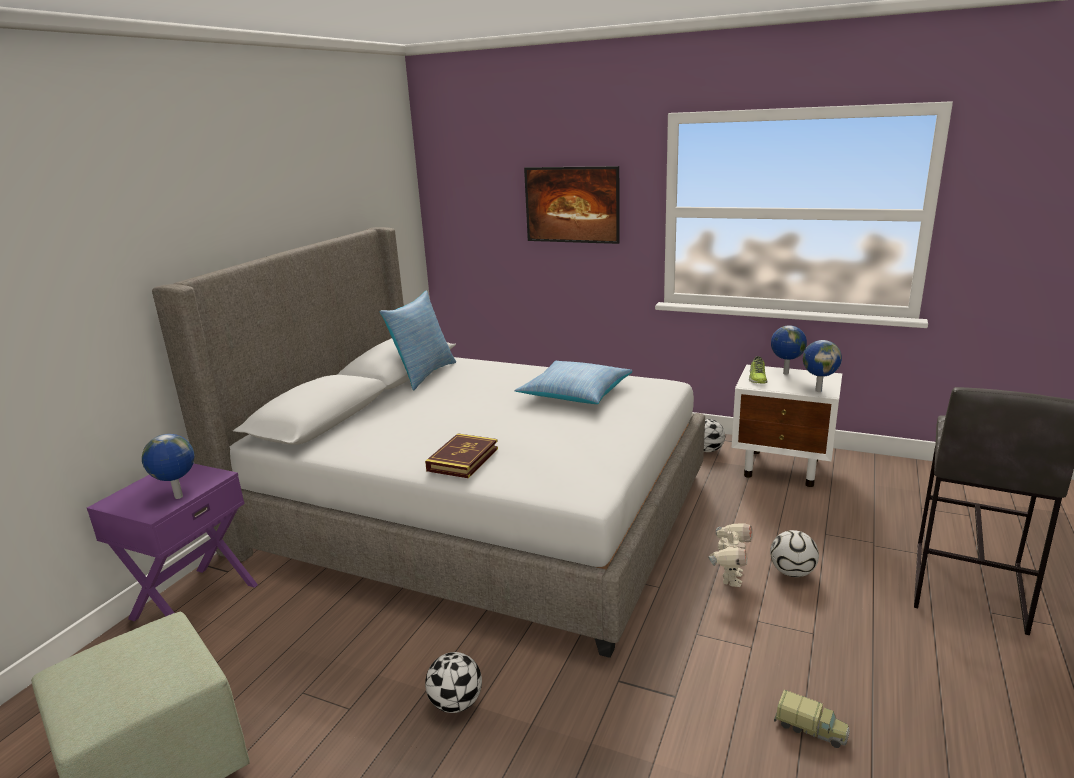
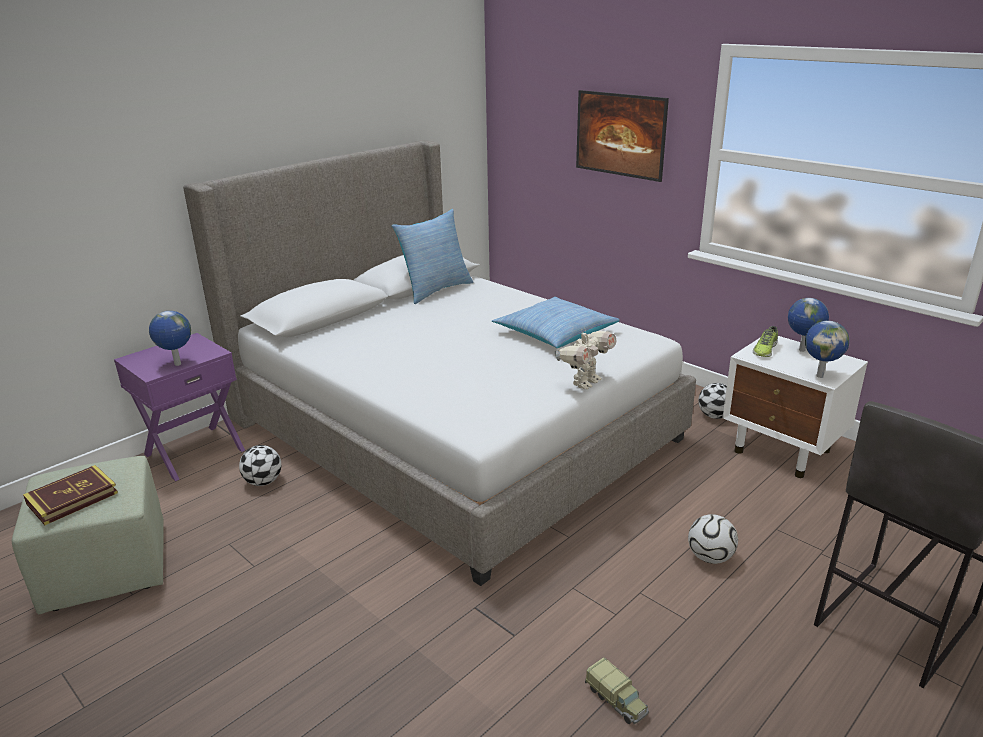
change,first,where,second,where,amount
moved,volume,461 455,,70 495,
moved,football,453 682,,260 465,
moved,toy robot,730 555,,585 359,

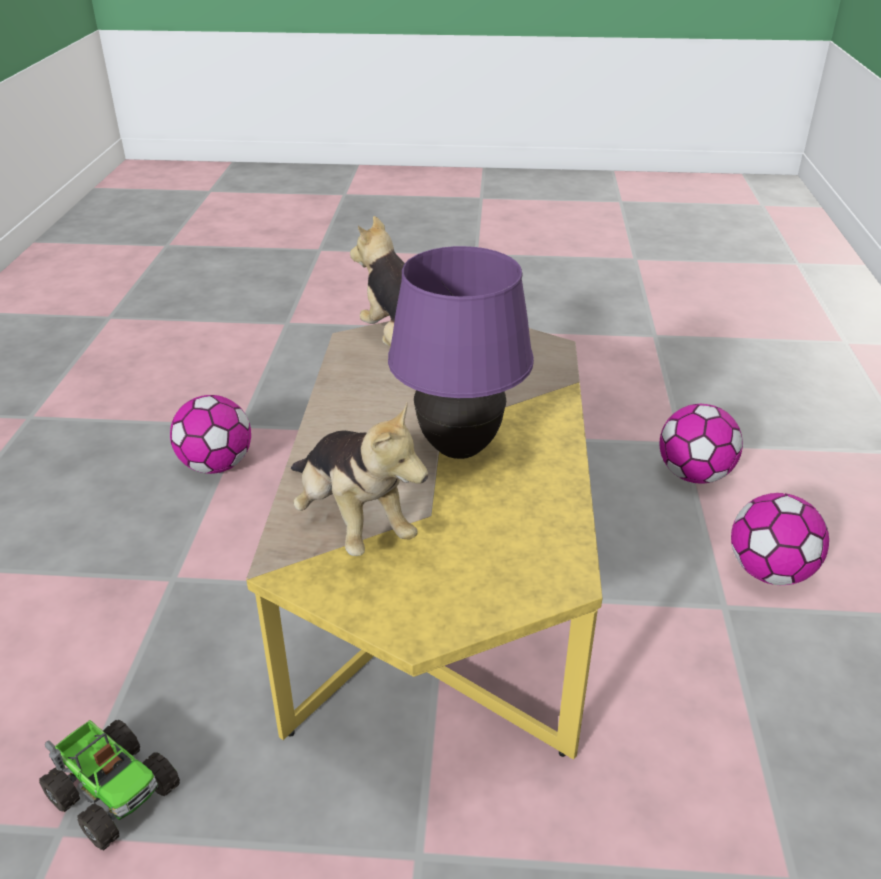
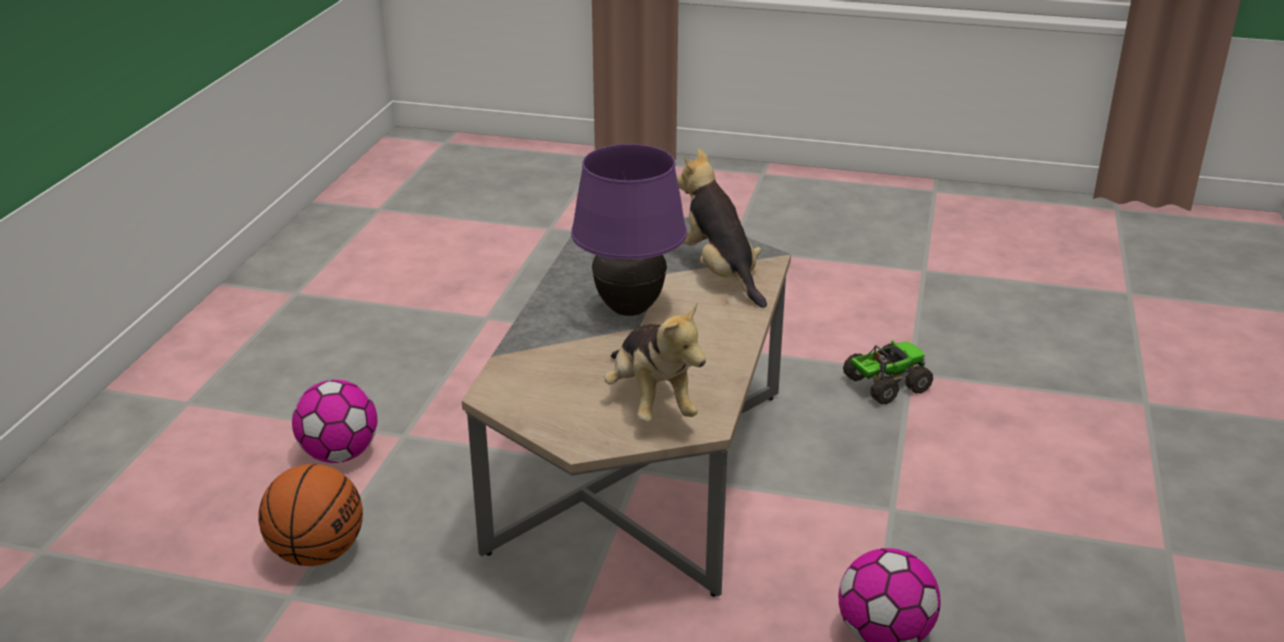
change,first,where,second,where,amount
turned,toy lorry,109 785,,888 372,105 degrees clockwise
recoloured,yellowish lounge table,424 540,greyish lounge table,626 407,
replaced,football,701 444,basketball,310 515,

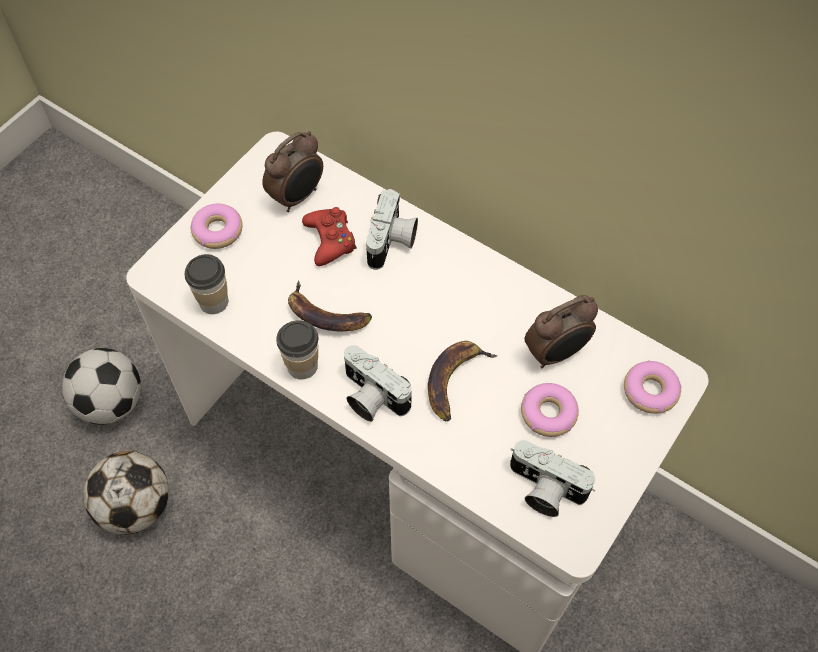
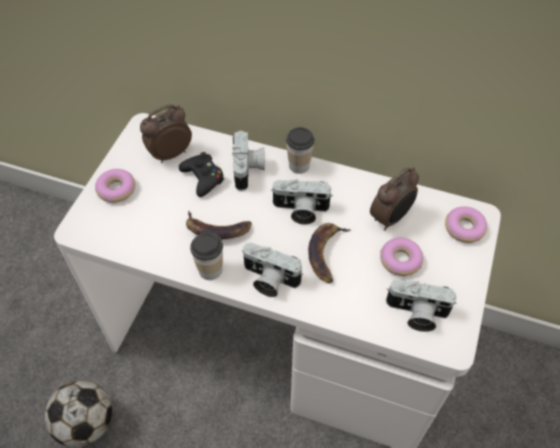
change,first,where,second,where,amount
removed,football,101 386,,,
moved,drinking cup,206 284,,300 150,
turned,table clock,292 171,,166 133,150 degrees counterclockwise
recoloured,red-coloured joypad,329 236,black-coloured joypad,201 174,
added,,,still camera,302 202,

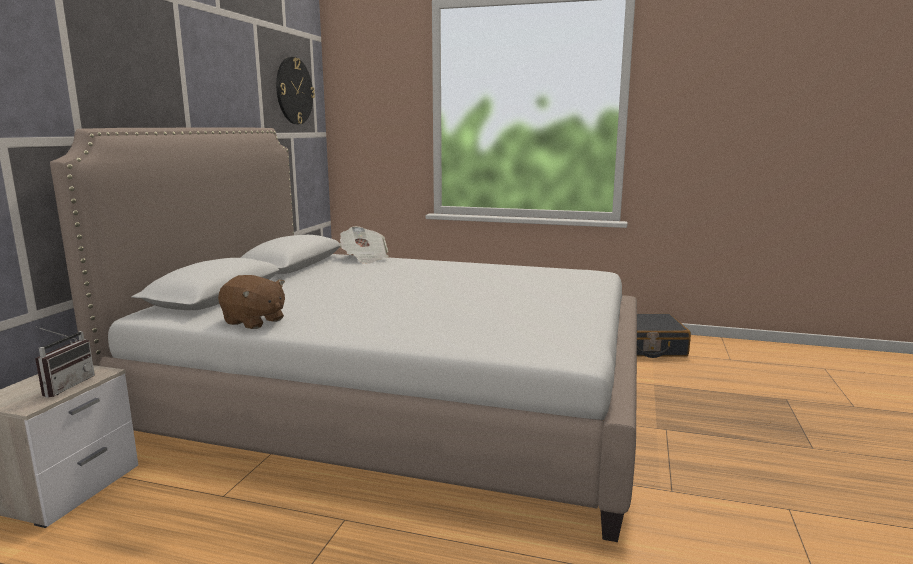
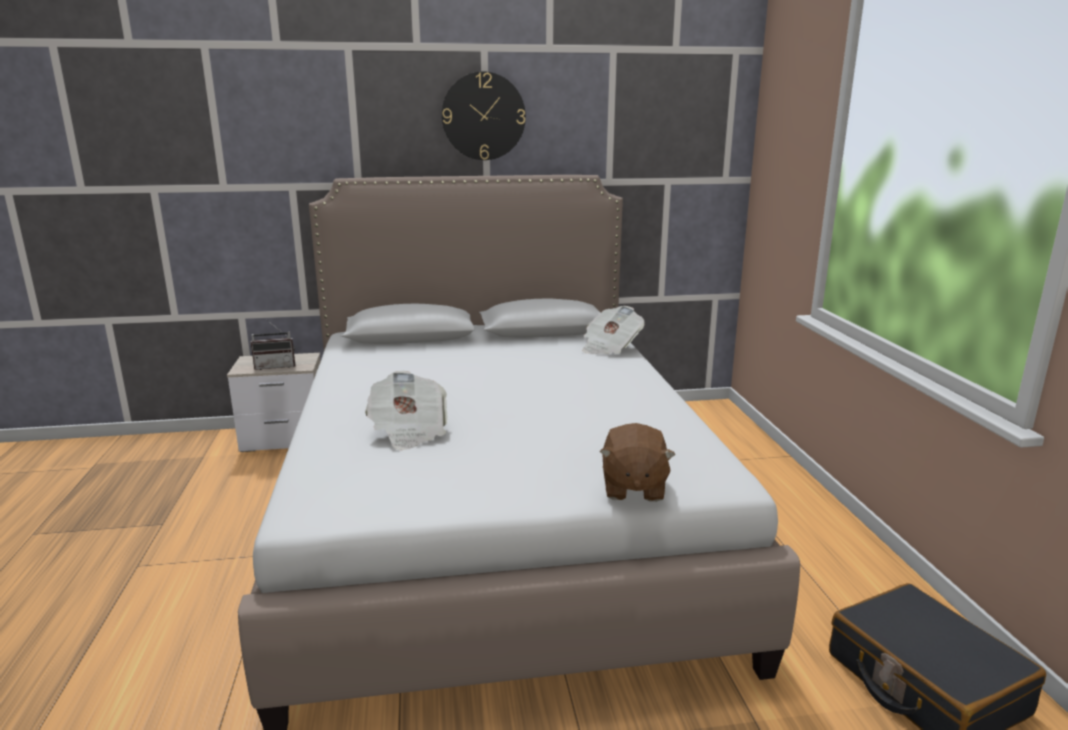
change,first,where,second,where,amount
moved,brown plush toy,251 302,,637 462,
moved,clock on the wall,295 90,,484 115,
added,,,newspaper,406 410,

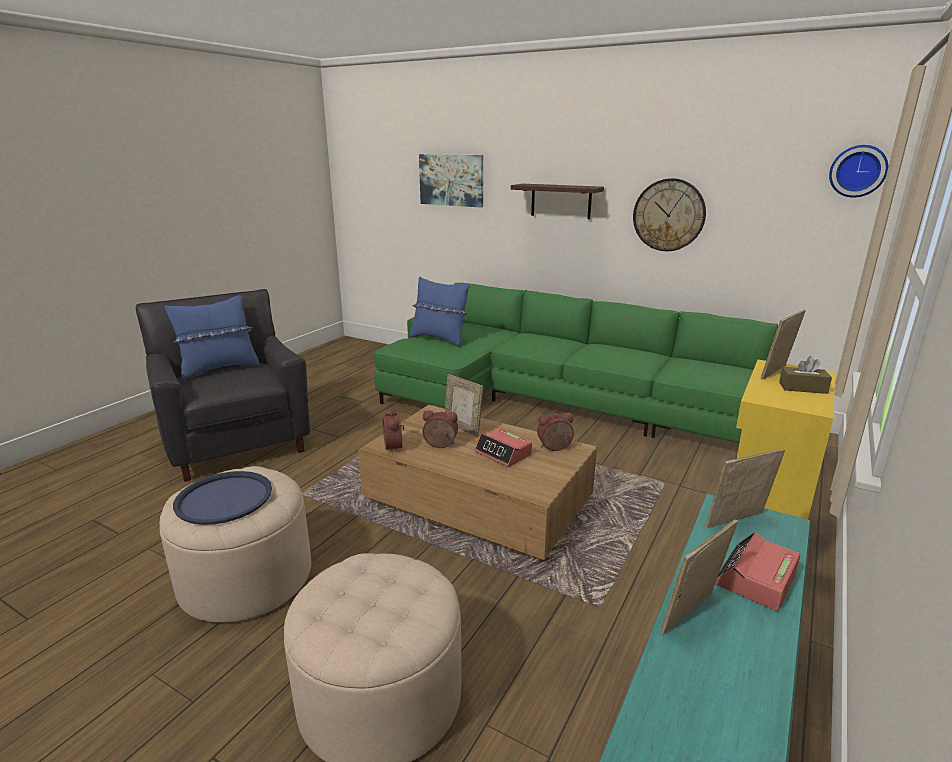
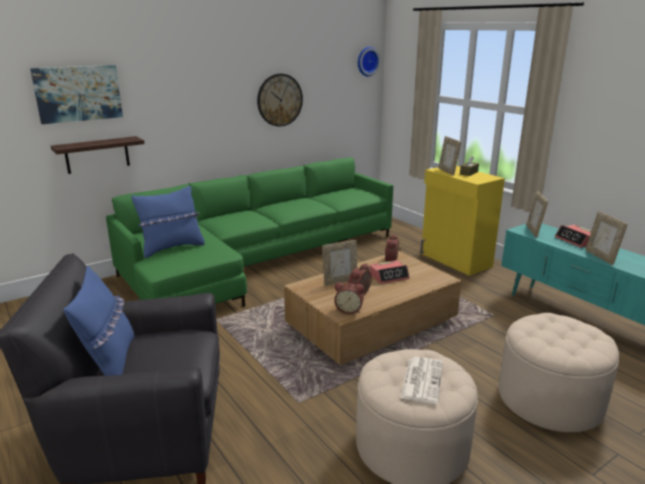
change,first,where,second,where,amount
replaced,blue-coloured carrying tray,222 498,newspaper,421 380,
moved,bracket shelf,557 201,,98 155,

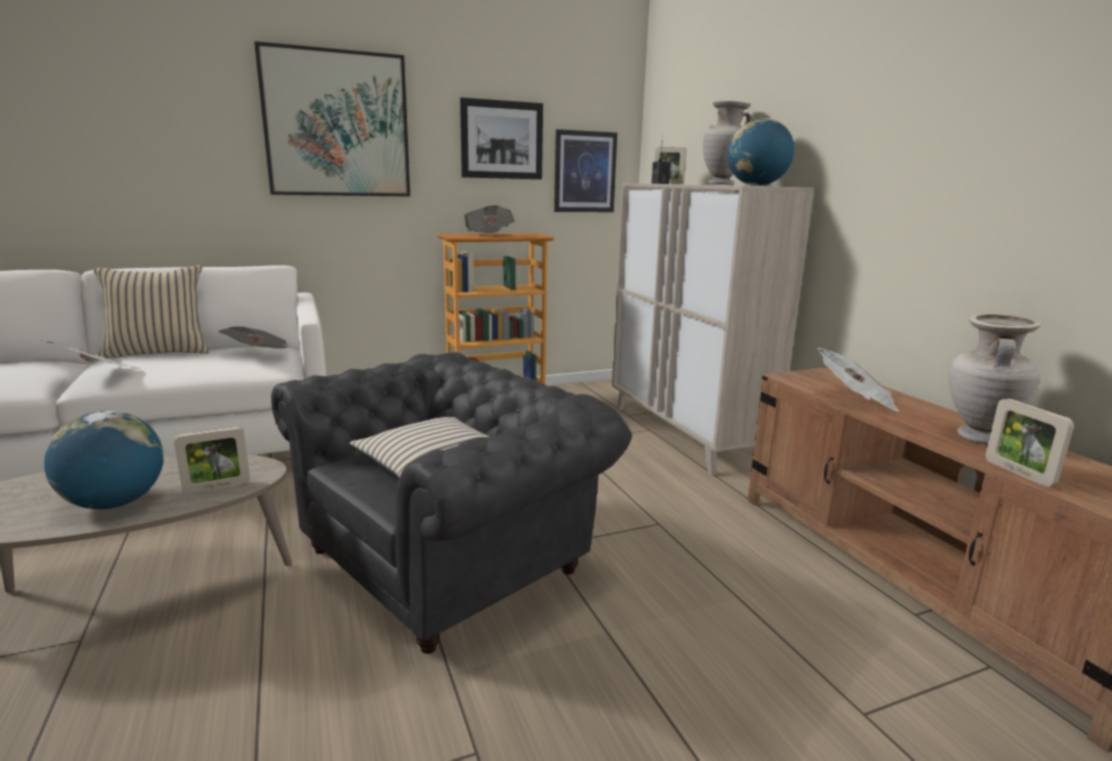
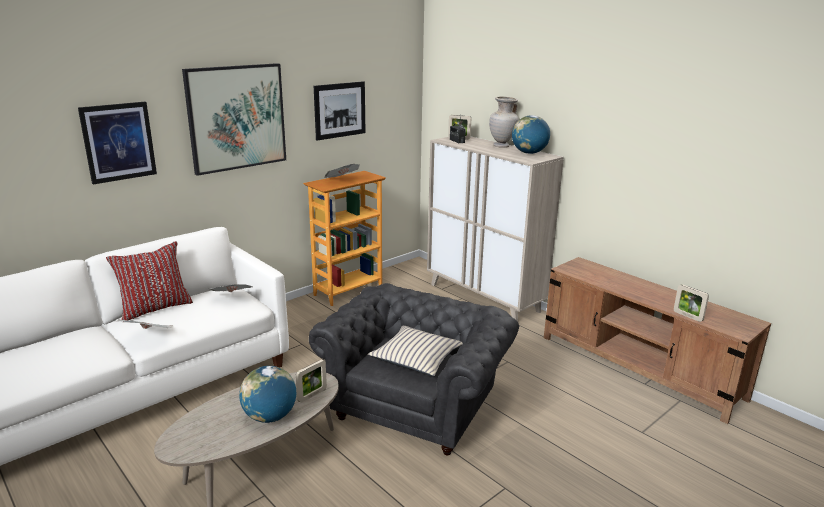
change,first,where,second,where,amount
recoloured,beige cushion,151 312,red-coloured cushion,149 280,
moved,wall art,585 170,,117 143,
removed,newspaper,858 380,,,
removed,beige decorative vase,995 379,,,

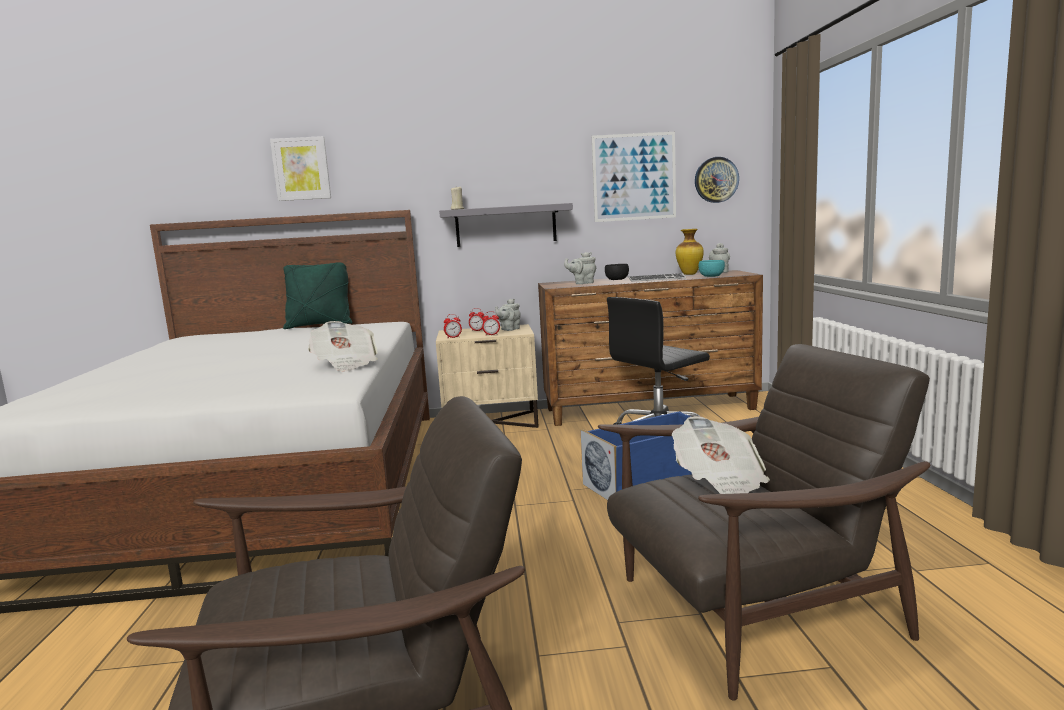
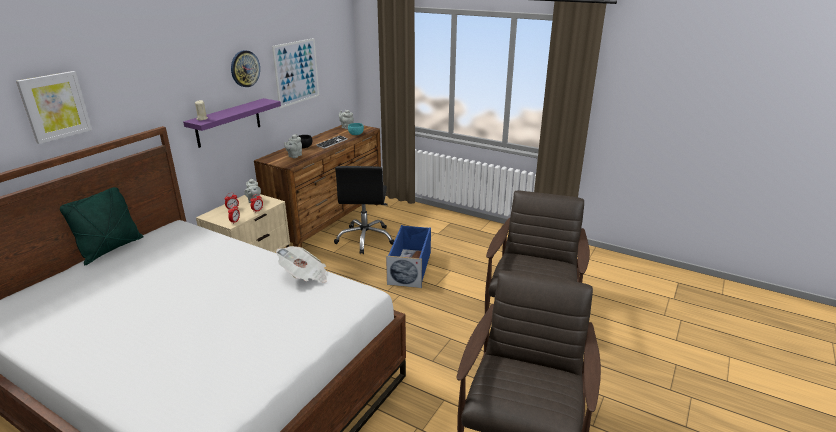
change,first,where,second,where,amount
recoloured,greyish bracket shelf,506 225,purple-coloured bracket shelf,232 123,
removed,newspaper,721 455,,,
removed,decorative vase,690 252,,,
moved,clock on the wall,717 180,,245 68,

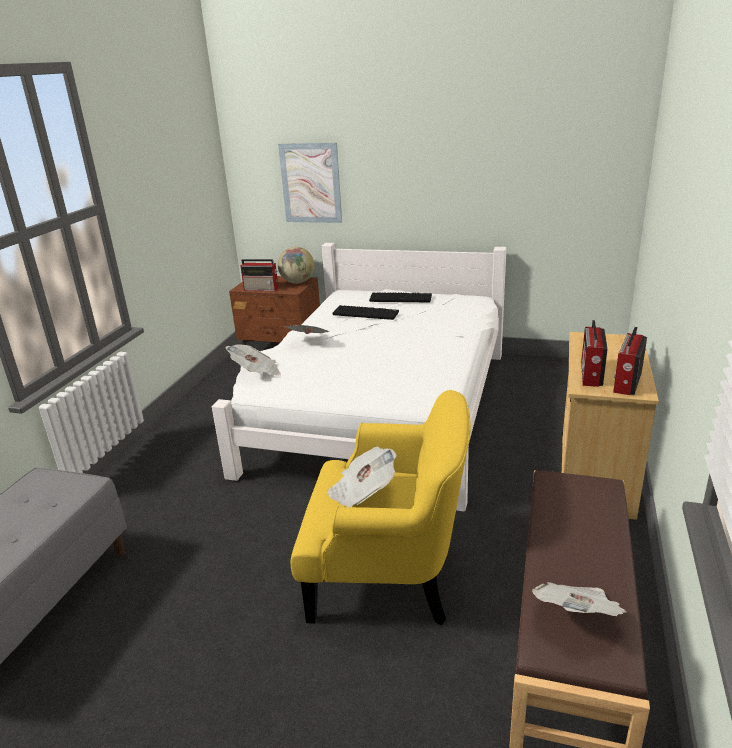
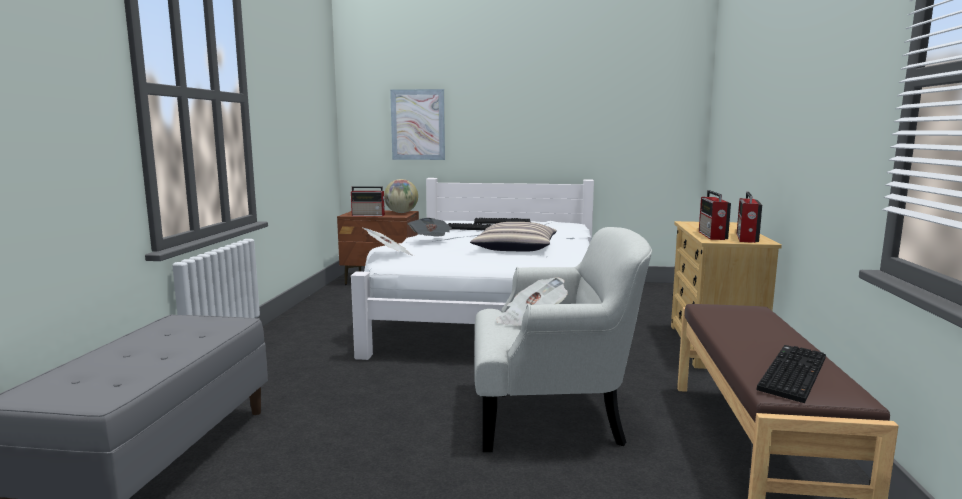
change,first,where,second,where,amount
recoloured,yellowish easy chair,380 507,white-coloured easy chair,563 339,
replaced,newspaper,579 599,keyboard,791 374,
added,,,cushion,513 237,

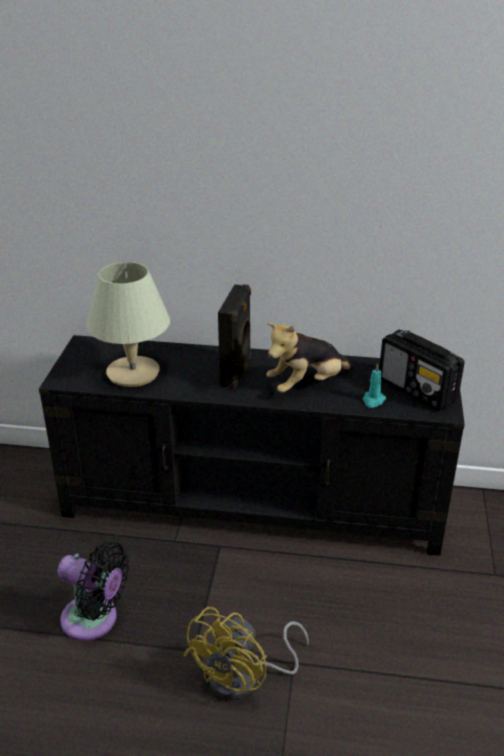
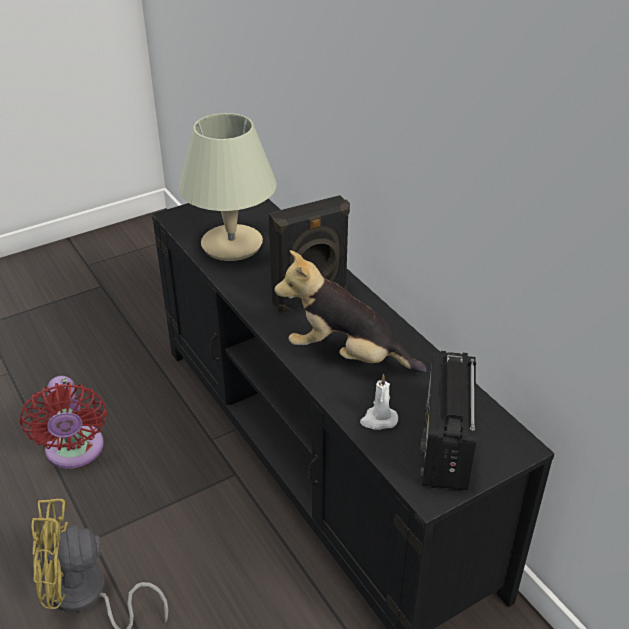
change,first,where,second,where,amount
recoloured,black-coloured fan,93 591,red-coloured fan,63 422,
recoloured,blue-green wax light,374 385,white-coloured wax light,379 402,

